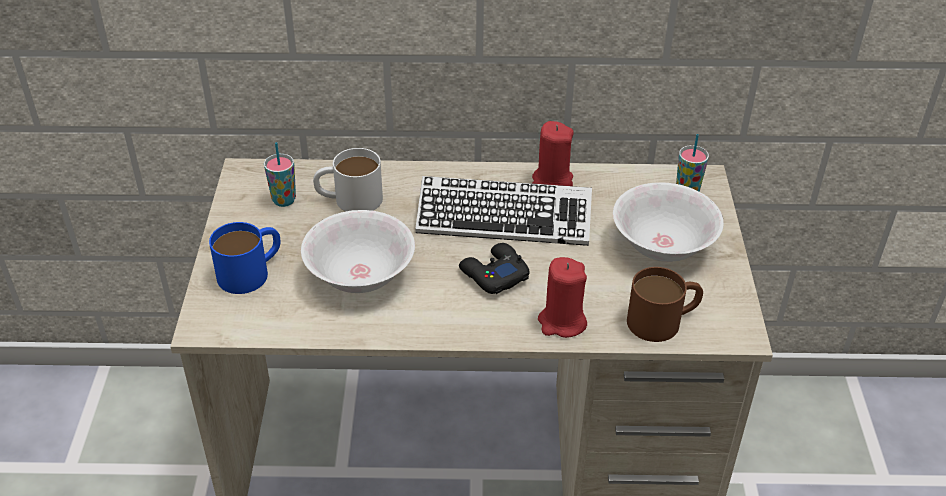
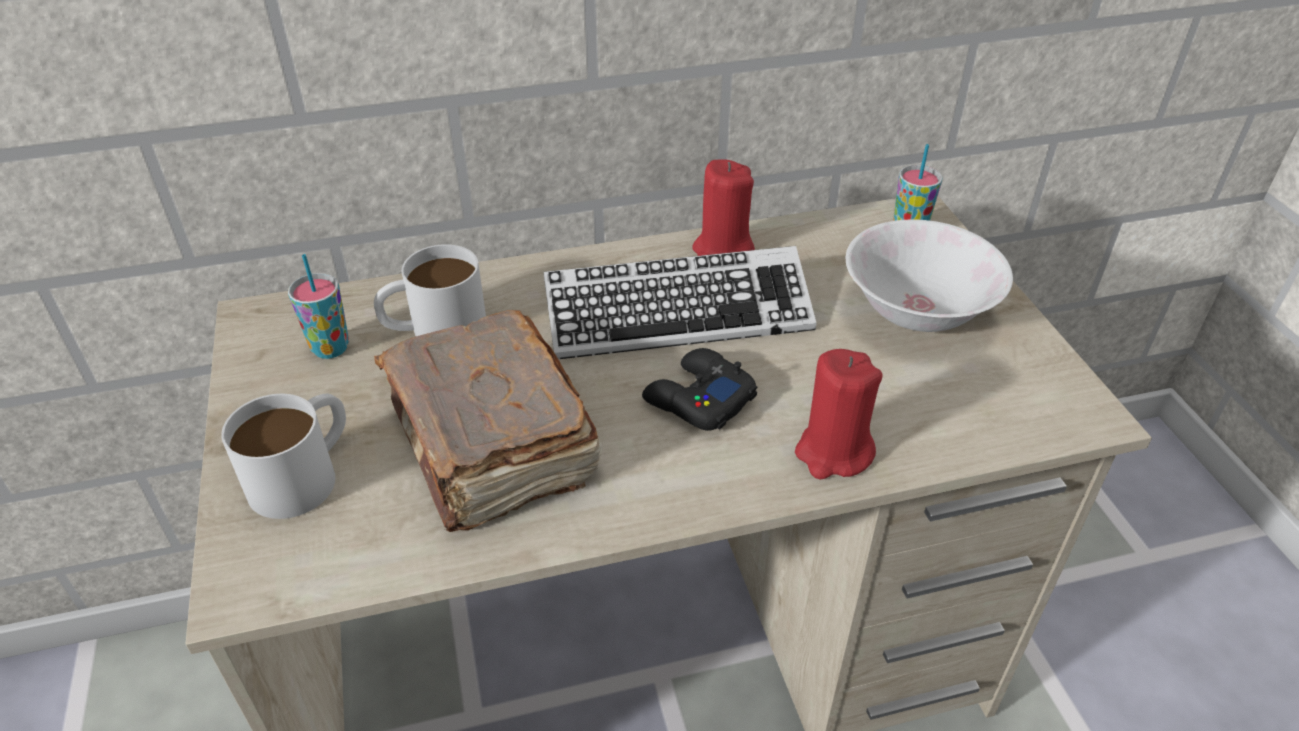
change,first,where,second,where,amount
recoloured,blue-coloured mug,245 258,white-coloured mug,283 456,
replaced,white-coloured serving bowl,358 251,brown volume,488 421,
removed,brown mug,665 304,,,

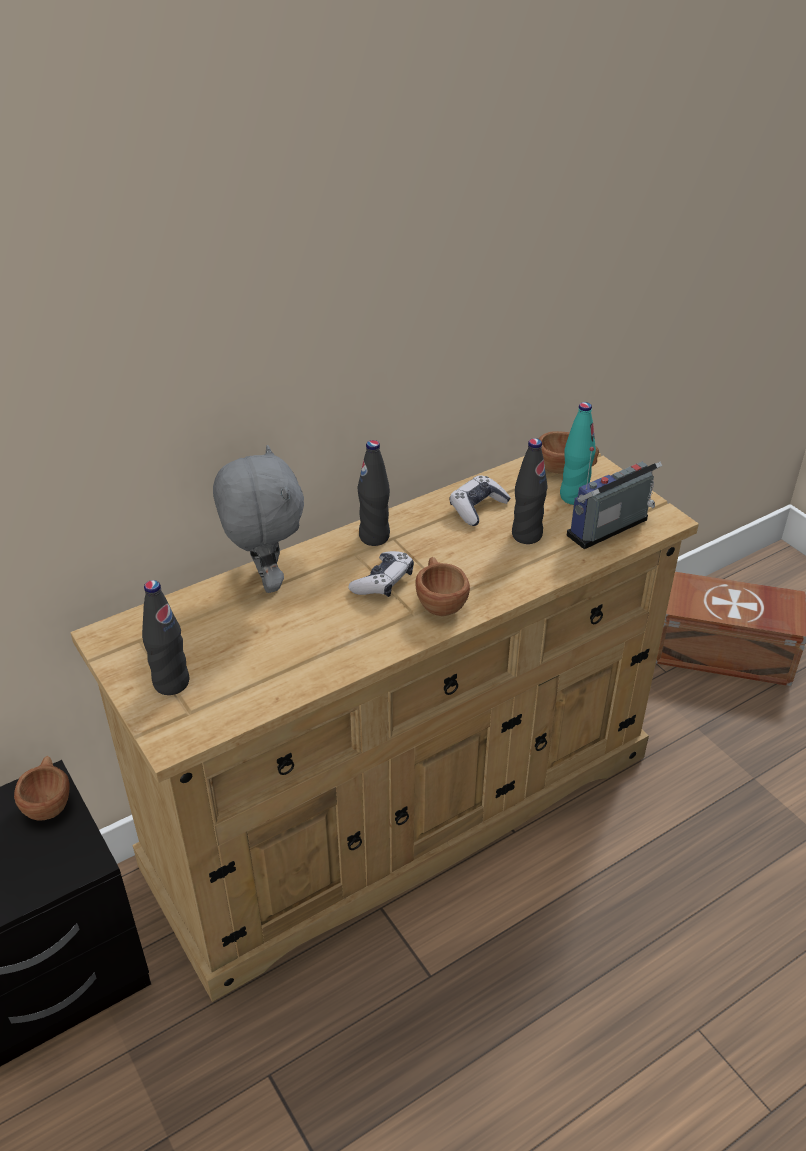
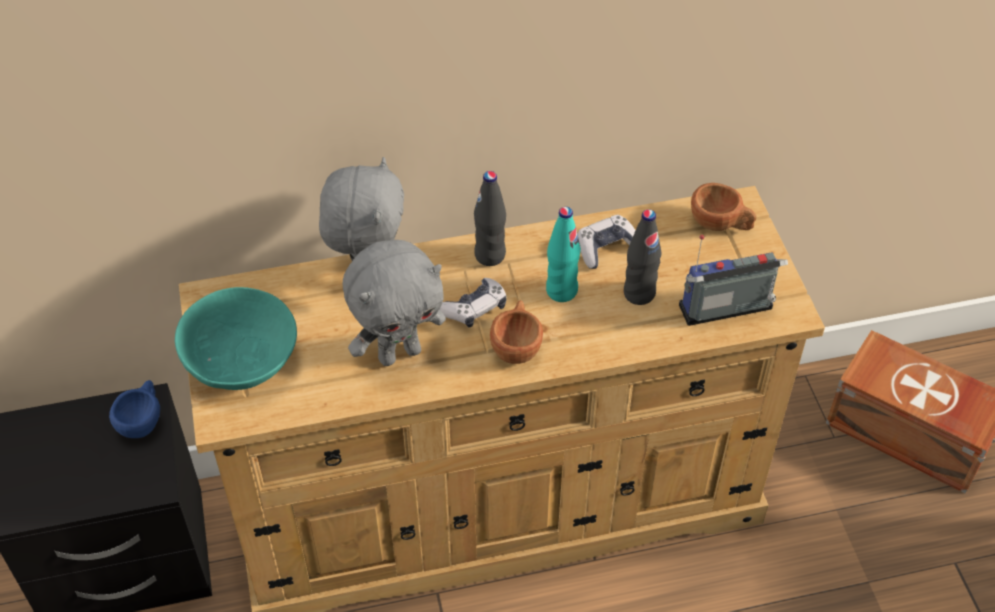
change,first,where,second,where,amount
recoloured,brown drinking cup,42 788,blue-coloured drinking cup,134 409,
replaced,black-coloured bottle,165 637,blue-green serving bowl,236 338,
moved,blue-green bottle,578 453,,563 254,
added,,,greyish plush toy,394 303,

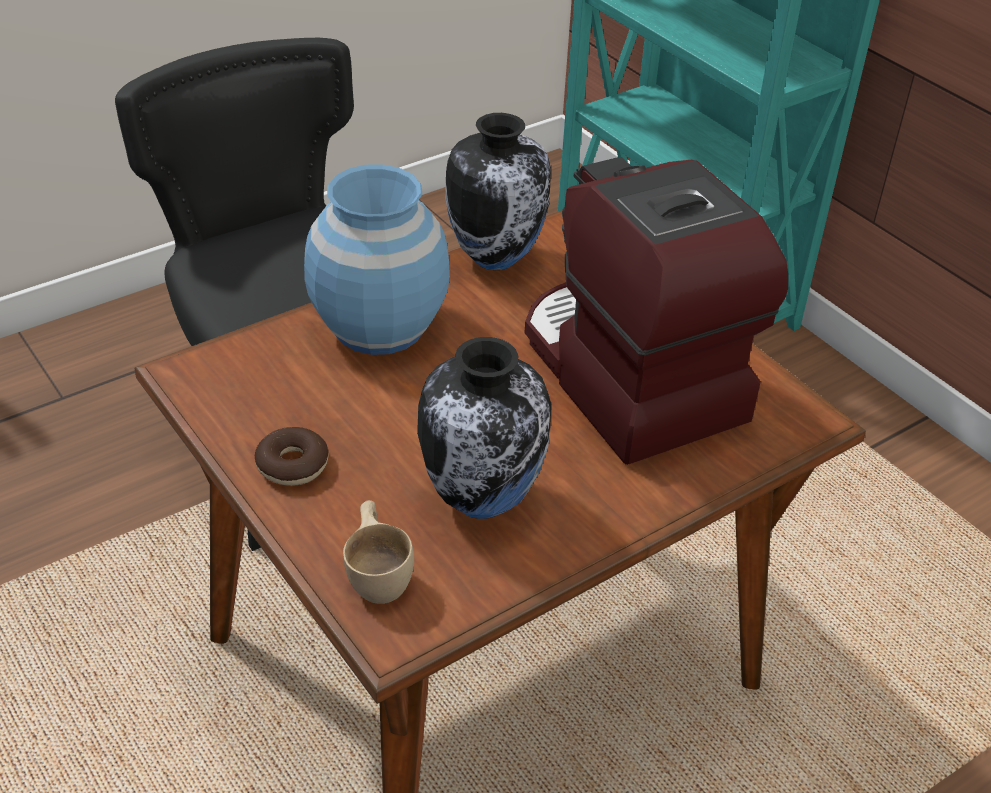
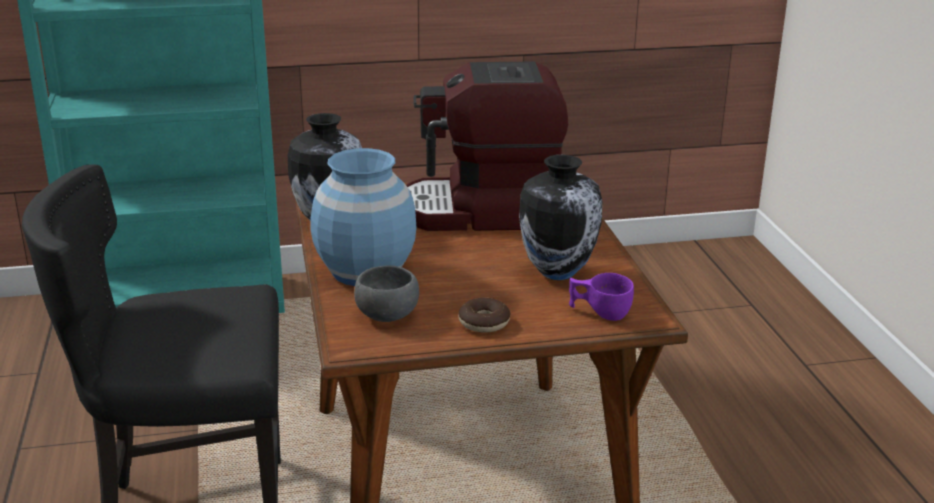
change,first,where,second,where,amount
recoloured,beige drinking cup,378 552,purple-coloured drinking cup,601 297,
added,,,greyish serving bowl,386 293,

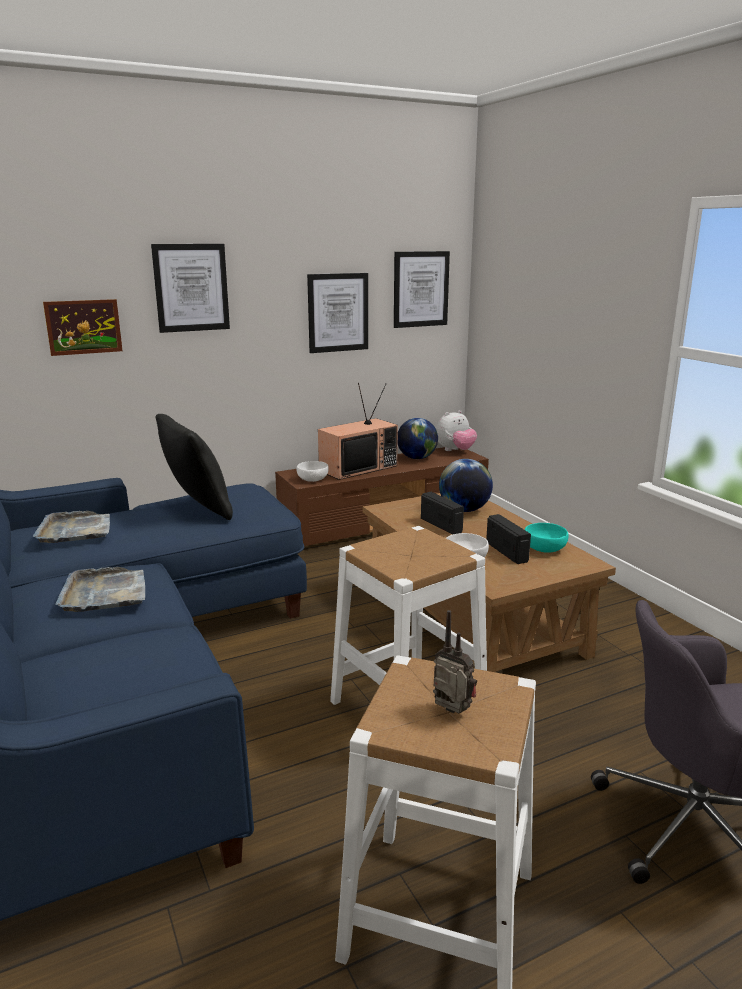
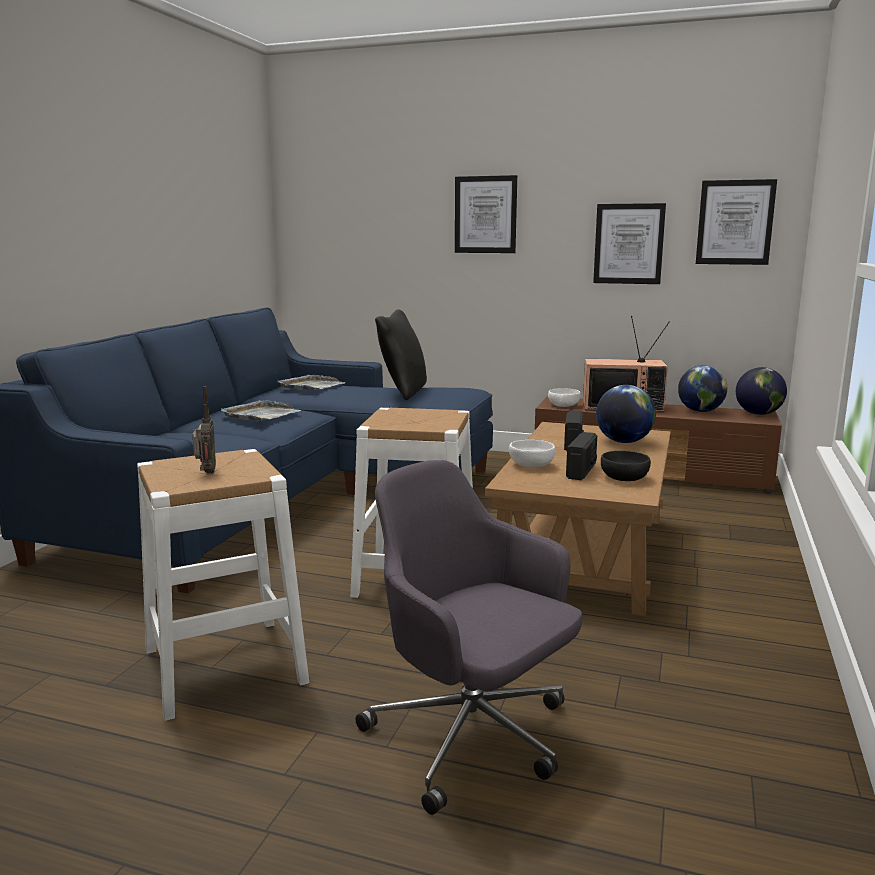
change,first,where,second,where,amount
removed,wall art,83 327,,,
replaced,plush toy,456 430,globe,761 391,
recoloured,blue-green serving bowl,547 538,black-coloured serving bowl,626 466,

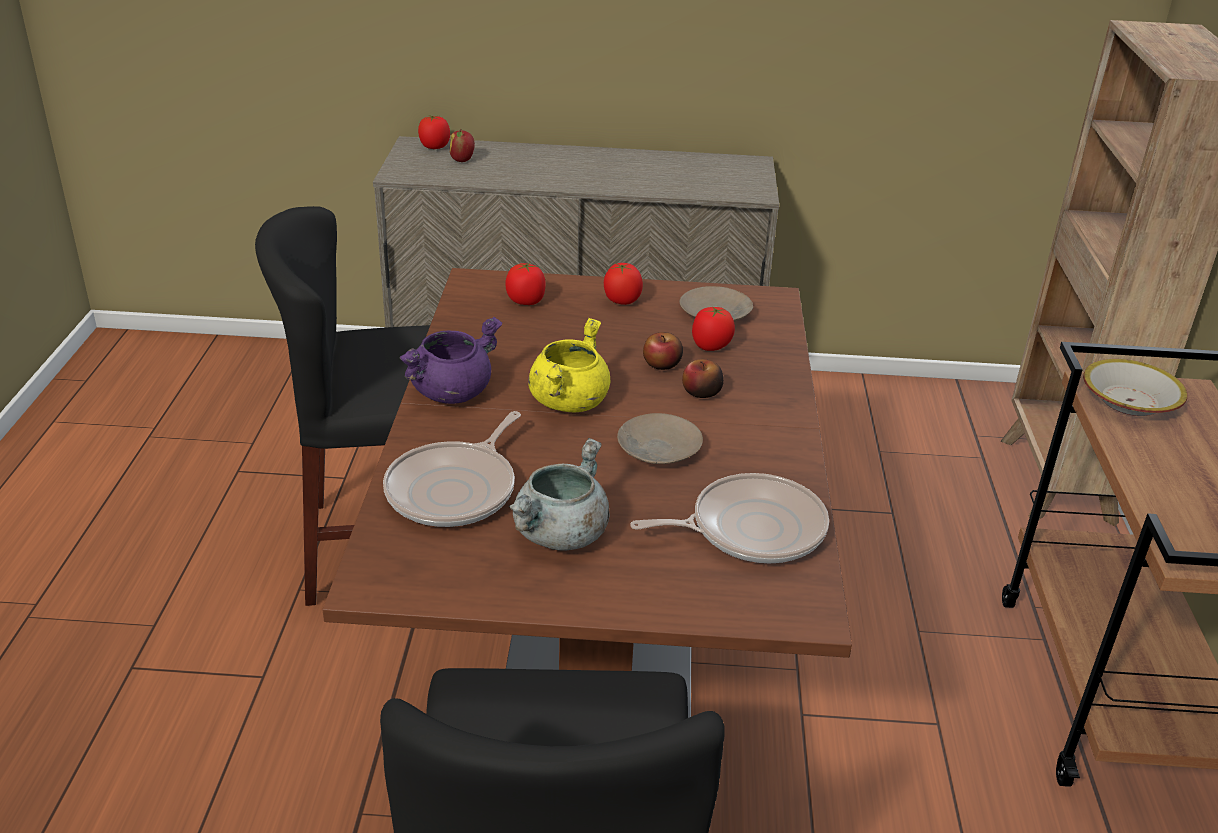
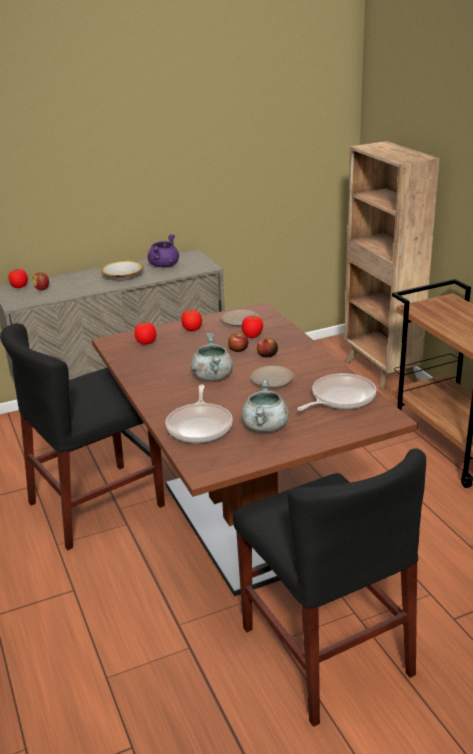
change,first,where,second,where,amount
moved,purple-coloured stockpot,450 360,,163 250,
recoloured,yellowish stockpot,569 365,greyish stockpot,212 357,
moved,serving bowl,1135 387,,122 271,

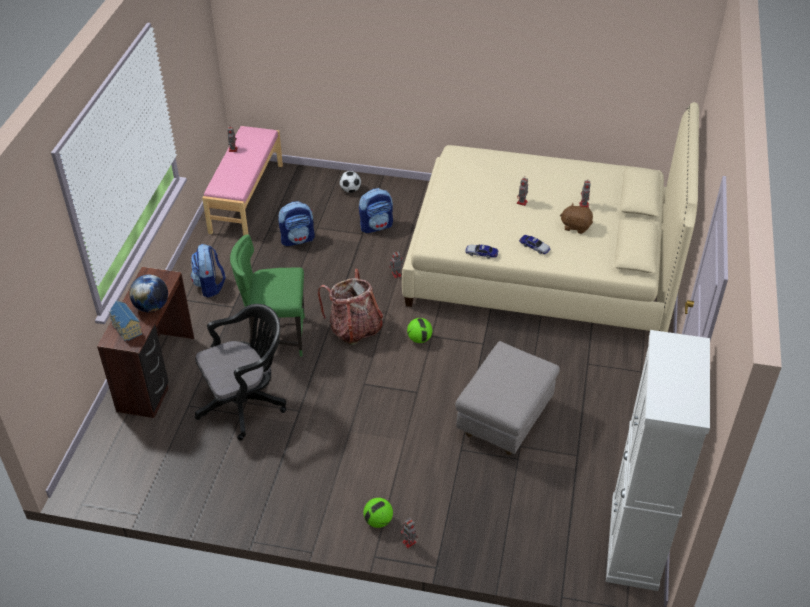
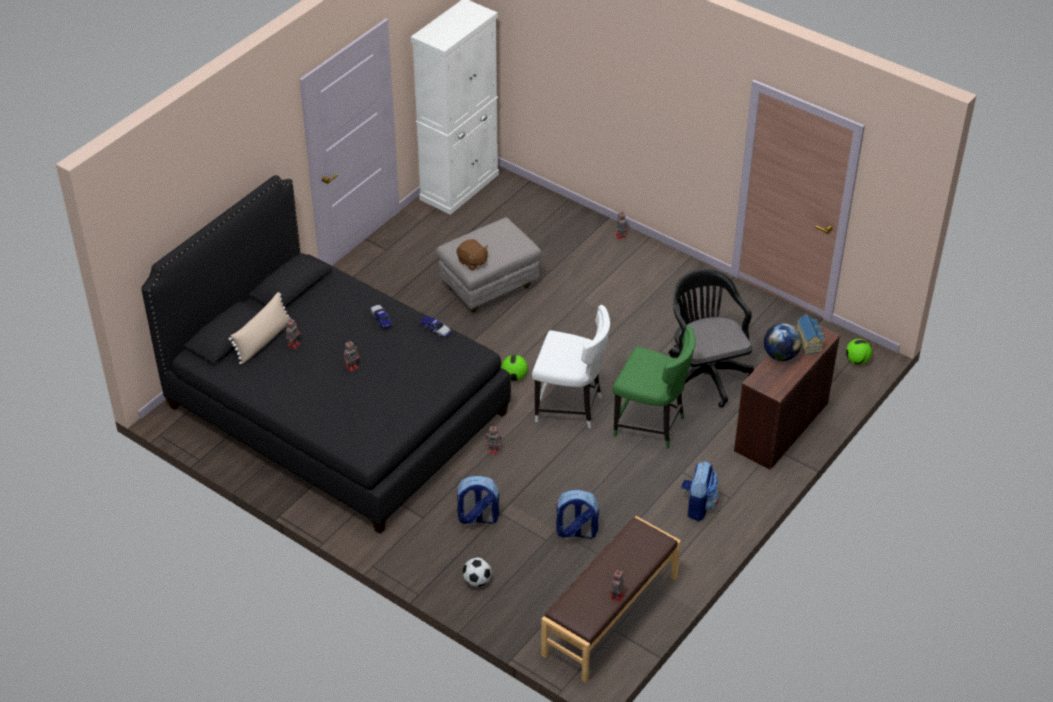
change,first,where,second,where,amount
turned,black-coloured desk chair,240 372,,711 338,75 degrees clockwise
recoloured,pink bench,242 181,brown bench,611 599,
replaced,rucksack,350 307,white-coloured plain chair,571 366,
moved,football,378 513,,859 352,
recoloured,beige bedroom bed,550 217,black-coloured bedroom bed,326 354,
moved,brown plush toy,576 218,,472 254,
added,,,beige cushion,260 328,

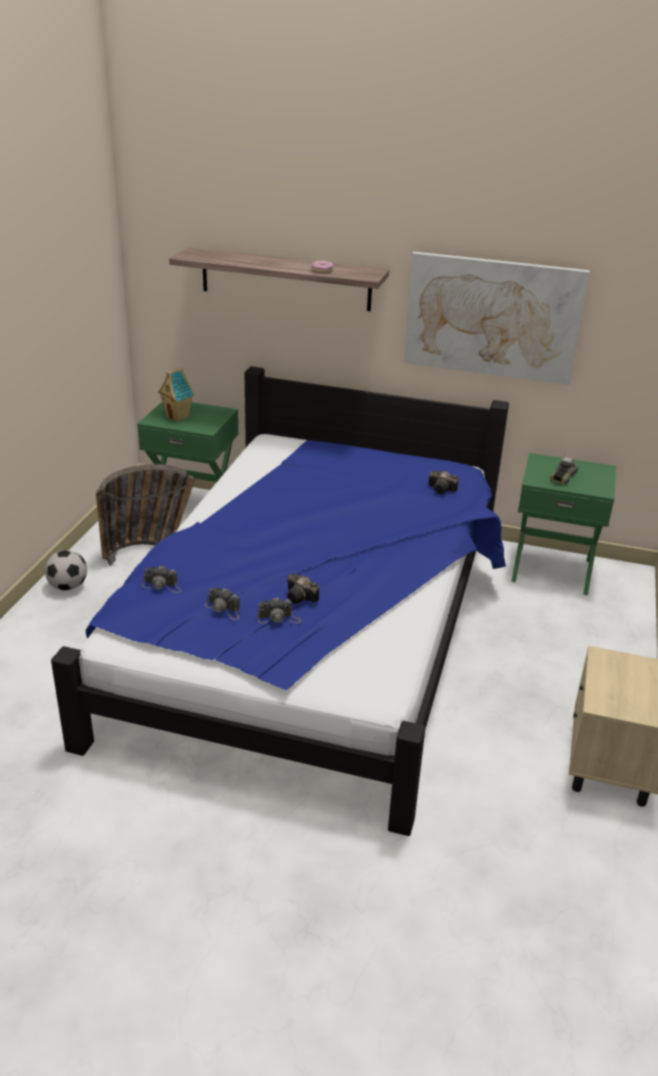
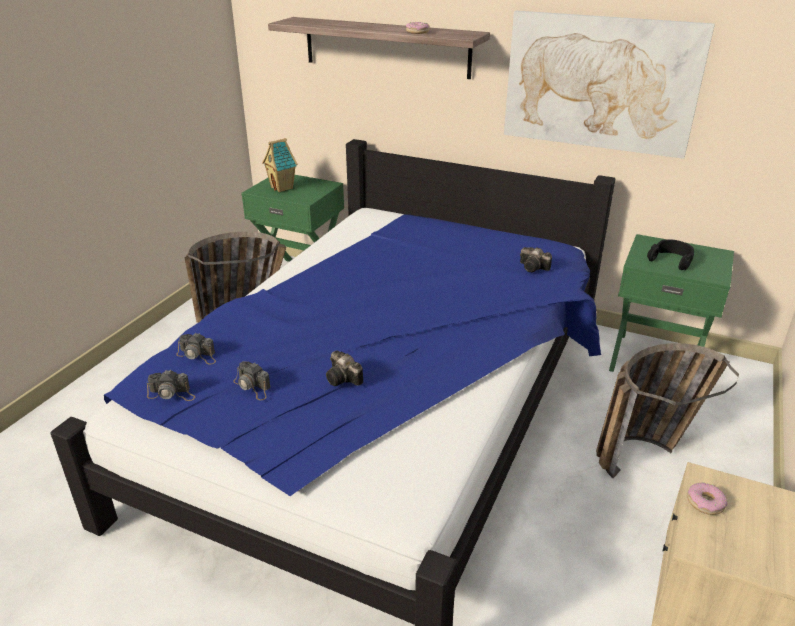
change,first,where,second,where,amount
removed,football,66 570,,,
moved,still camera,279 610,,171 385,
replaced,toy lorry,564 469,black-coloured headset,670 254,
added,,,storage basket,667 410,
added,,,doughnut,707 498,

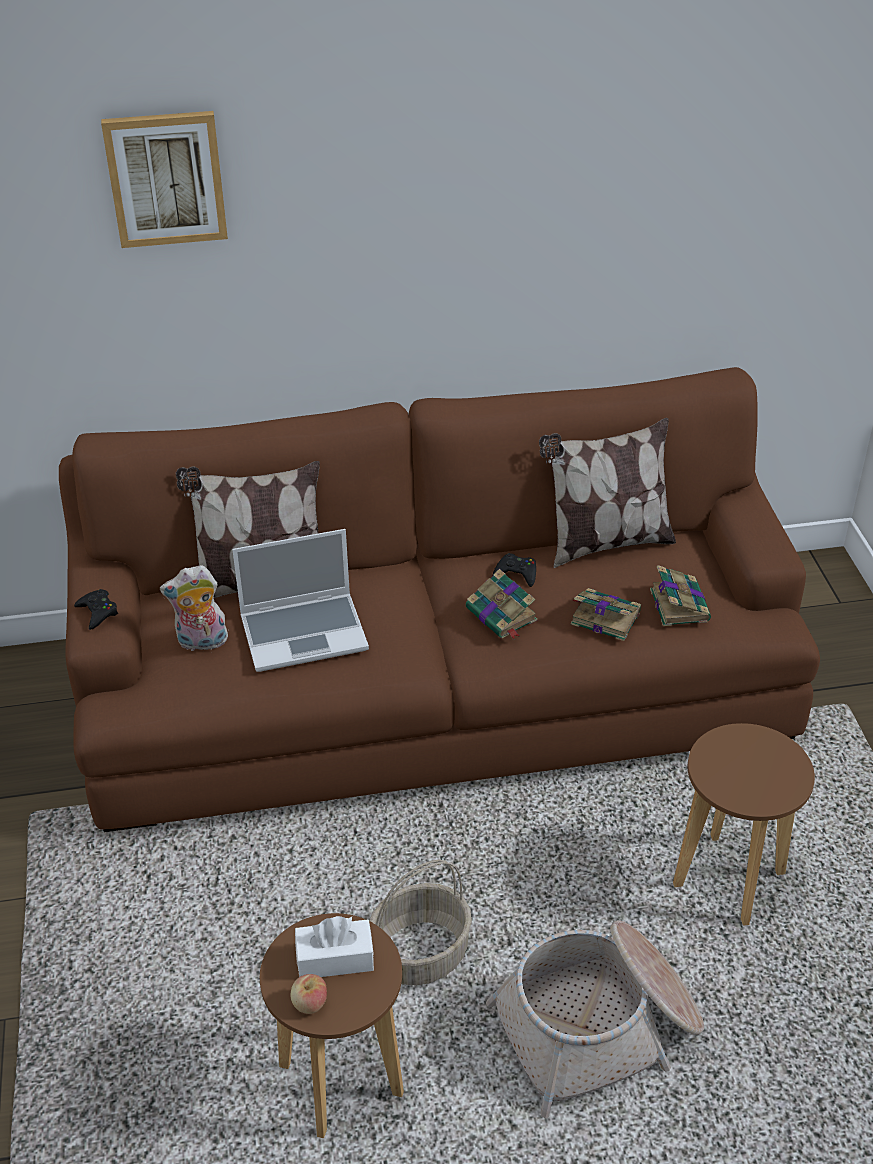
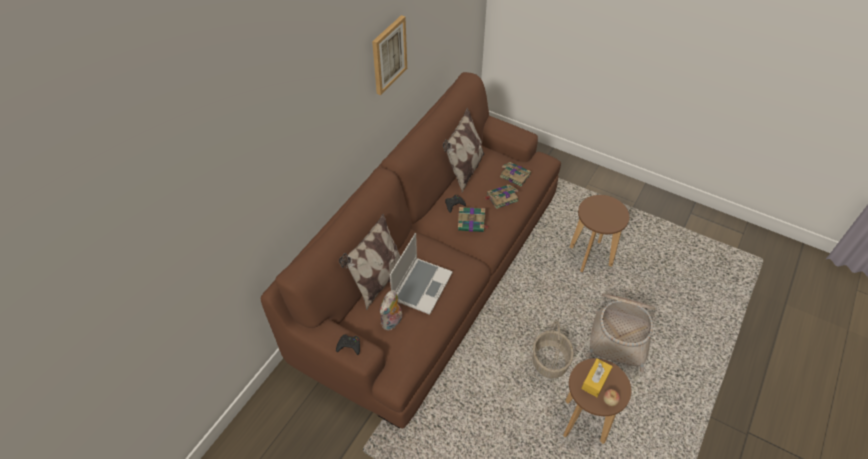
change,first,where,second,where,amount
moved,wall art,164 179,,389 55,
recoloured,white-coloured box of tissues,334 946,yellowish box of tissues,597 377,

